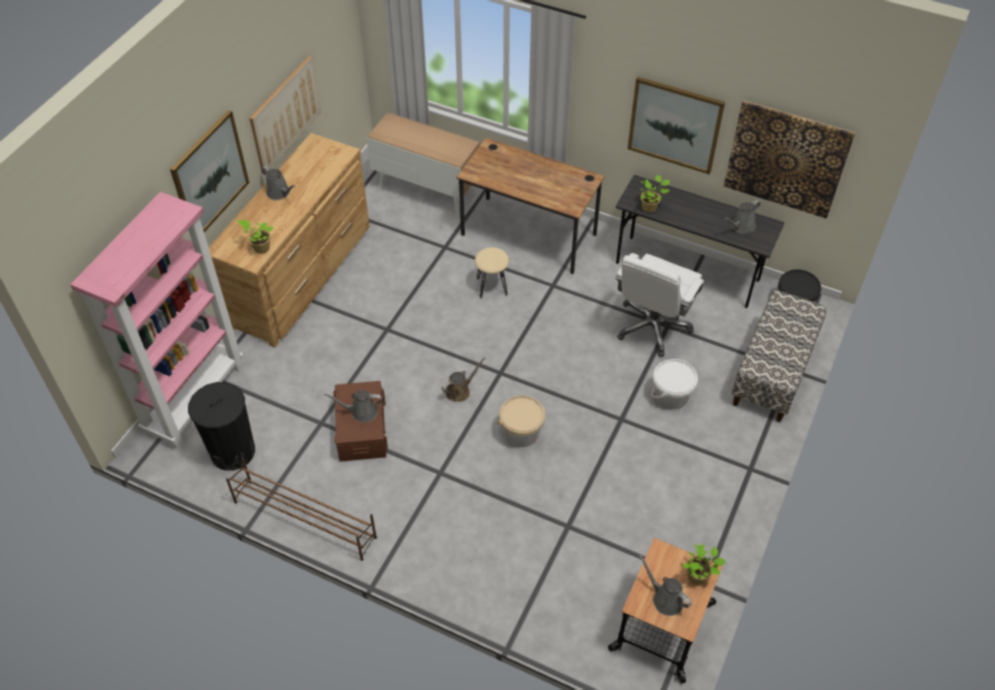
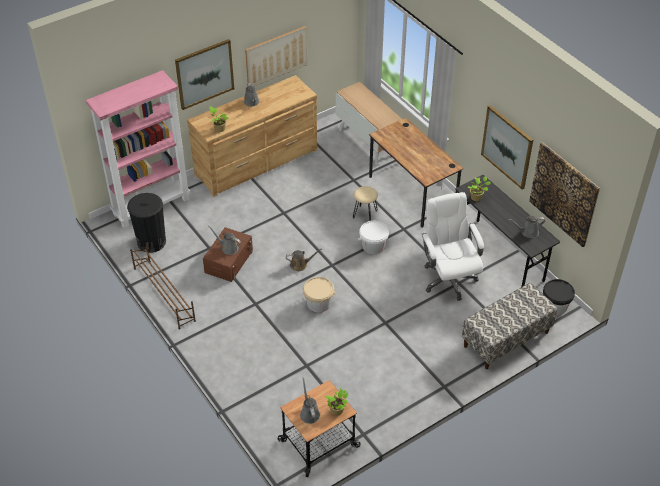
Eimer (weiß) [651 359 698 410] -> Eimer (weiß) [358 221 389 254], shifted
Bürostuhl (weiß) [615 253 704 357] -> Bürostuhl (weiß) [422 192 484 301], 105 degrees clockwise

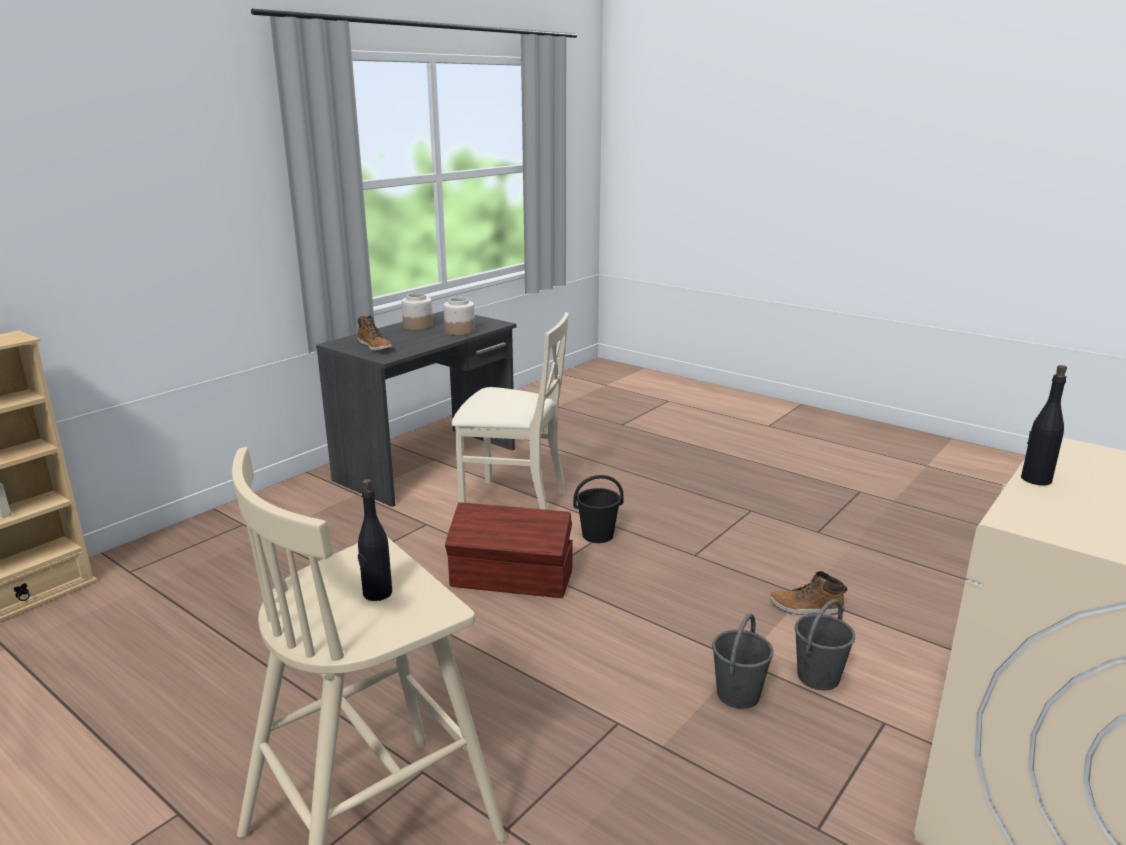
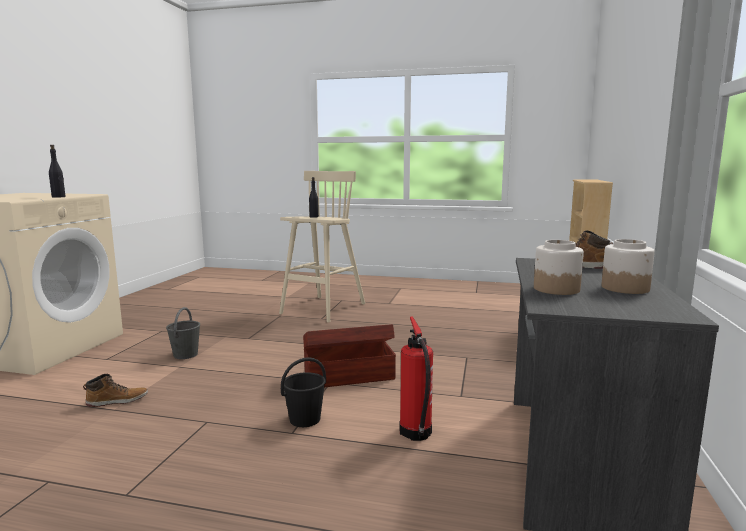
Stuhl (beige) [451 312 569 510] -> Feuerlöscher [400 316 433 441]
Eimer (grau) [795 599 855 690] -> none

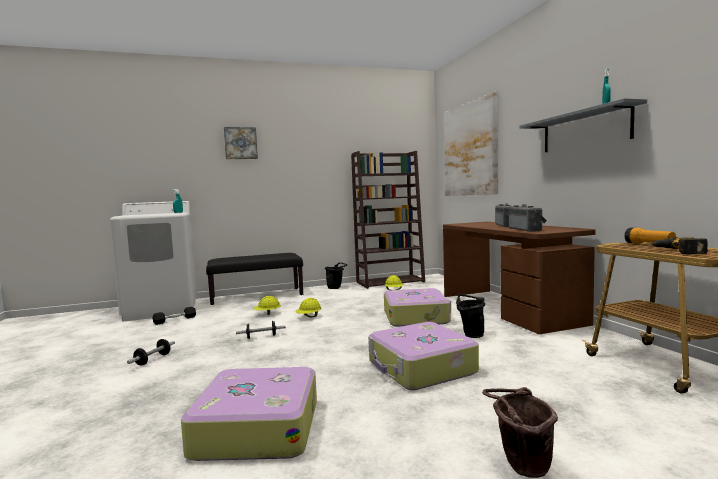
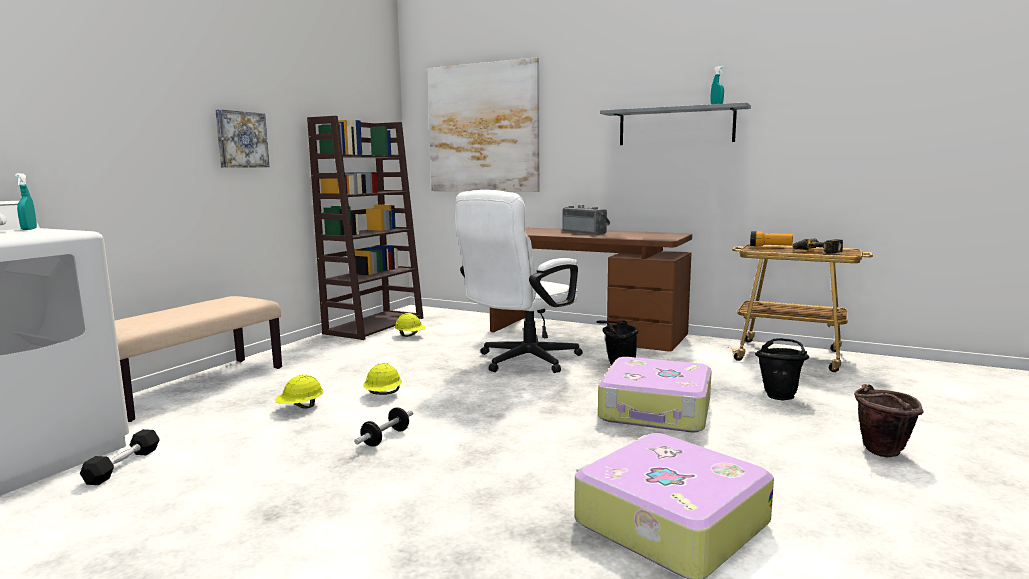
Bank (schwarz) [206 253 303 305] -> Bank (beige) [115 296 282 422]
Bild [224 127 258 159] -> Bild [215 109 269 168], shifted
Koffer [384 288 451 327] -> Bürostuhl (weiß) [455 190 583 373]
Eimer (schwarz) [325 263 347 289] -> Eimer (schwarz) [755 338 809 400], shifted
Hantel [127 339 175 365] -> none
Radio [509 204 547 232] -> none

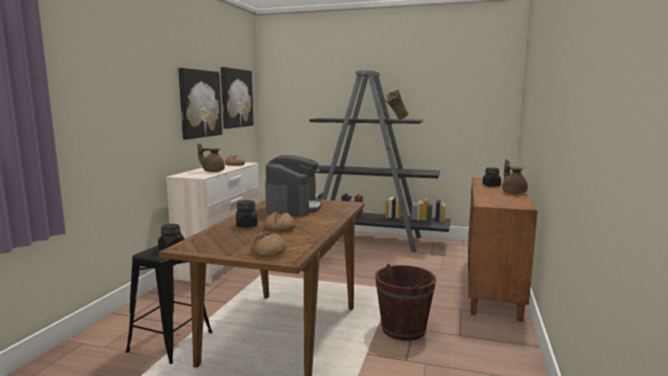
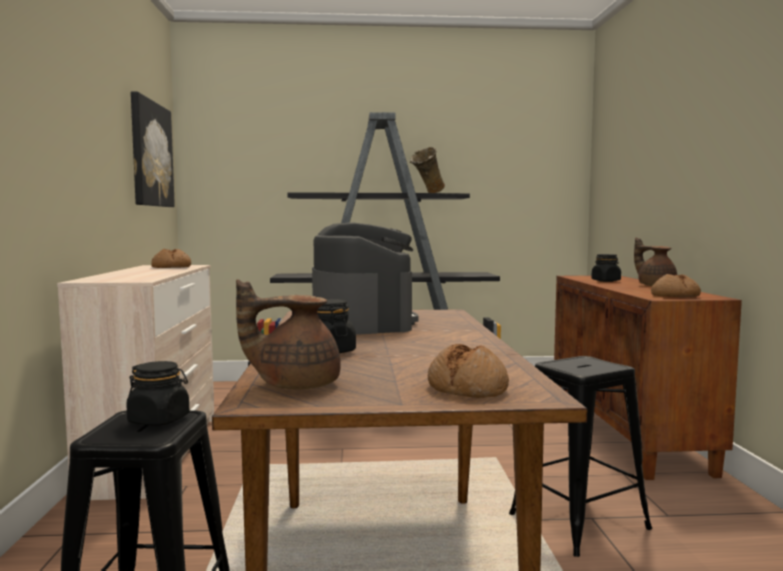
Teekanne (braun) [197 143 225 172] -> Teekanne (braun) [236 279 341 389], shifted
Eimer (braun) [375 264 436 341] -> Hocker (schwarz) [509 356 652 557]
Brot [264 212 295 232] -> Brot [651 274 701 297], shifted
Bild [178 68 222 140] -> none

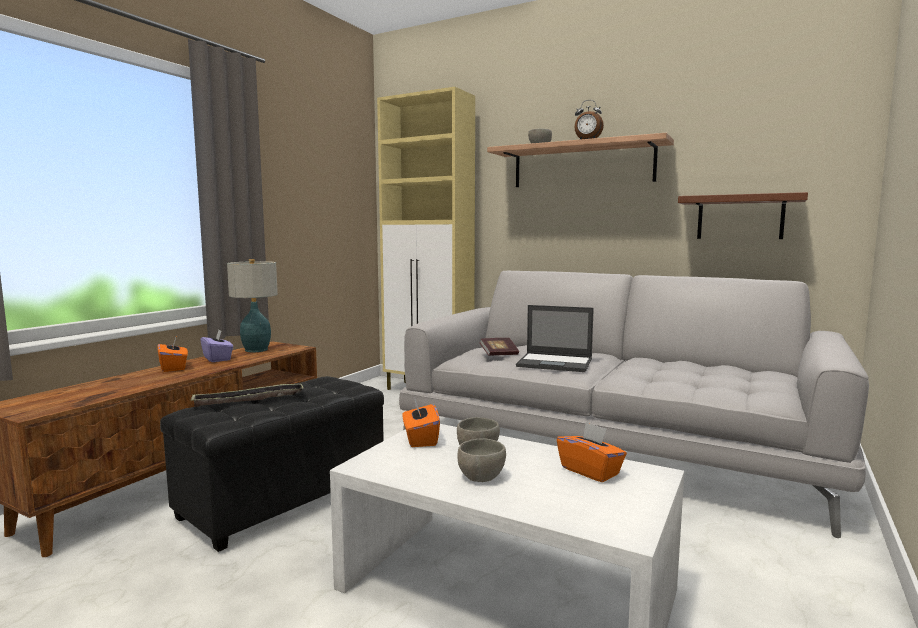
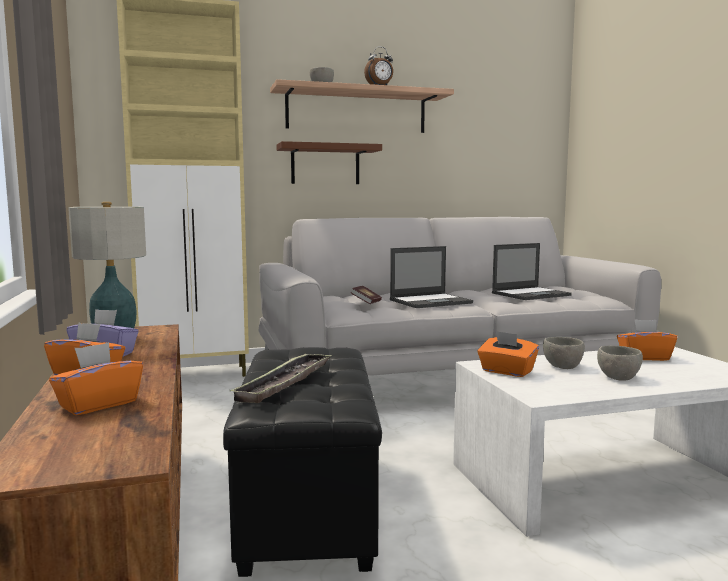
none -> Taschentuchbox (orange) [49 342 143 415]
Wandregal (braun) [678 192 808 239] -> Wandregal (braun) [276 141 382 184], shifted
none -> Laptop [492 243 572 300]

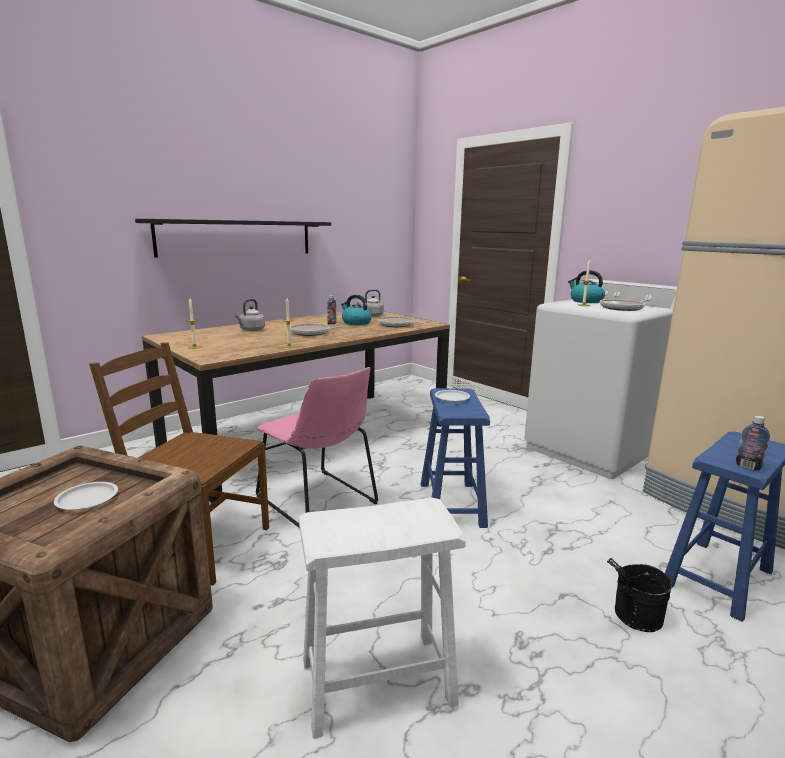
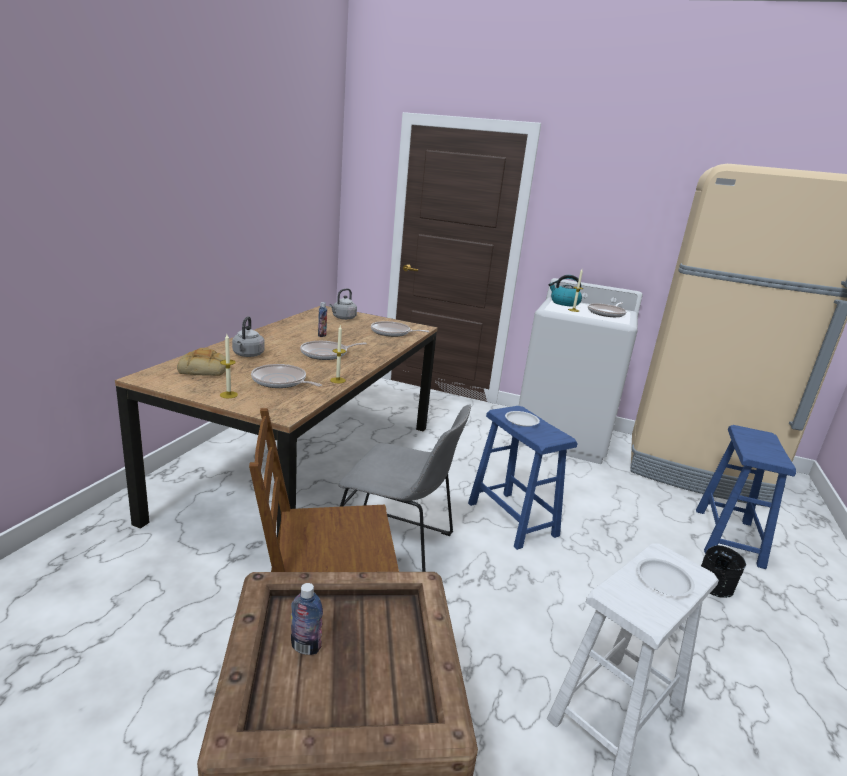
none -> Brot [177 348 226 376]
none -> Pfanne [251 364 322 388]
Flasche [736 416 770 471] -> Flasche [291 583 323 655], shifted
Stuhl (rosa) [255 367 378 527] -> Stuhl (grau) [338 404 471 572]
Teller (weiß) [54 482 118 510] -> Teller (weiß) [637 558 695 596], shifted
Wandregal (schwarz) [135 219 331 258] -> none
Wasserkessel [341 295 372 325] -> none

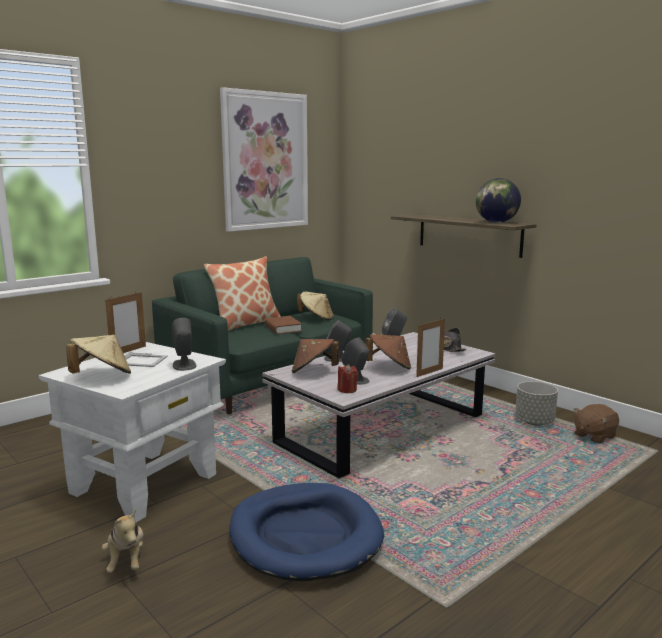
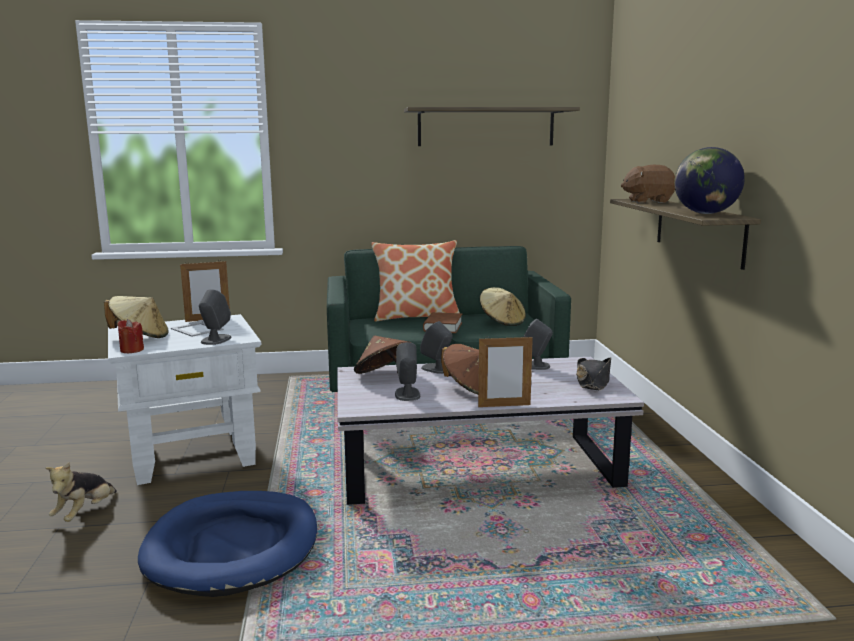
Kerze (rot) [338 364 358 393] -> Kerze (rot) [117 319 144 353], shifted
Bild [220 87 308 232] -> Wandregal [404 107 580 146]
Plüschtier (braun) [573 404 619 444] -> Plüschtier (braun) [621 165 675 203], shifted
Pflanzkübel (grau) [515 381 558 425] -> none

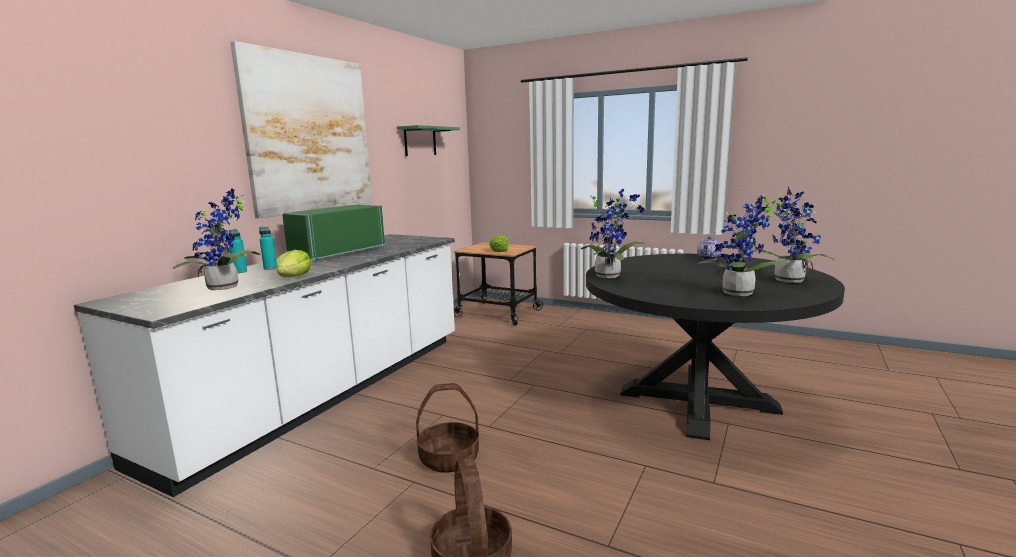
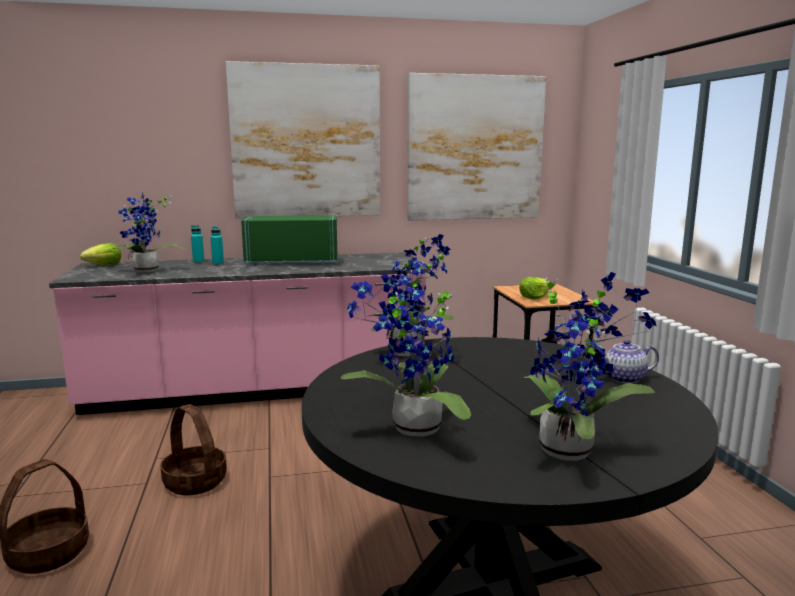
Küchenzeile (weiß) [74 234 455 497] -> Küchenzeile (rosa) [49 252 428 415]
Salatkopf [277 250 312 277] -> Salatkopf [80 243 121 265], shifted
Wandregal (grün) [397 125 460 156] -> Bild [408 73 546 220]

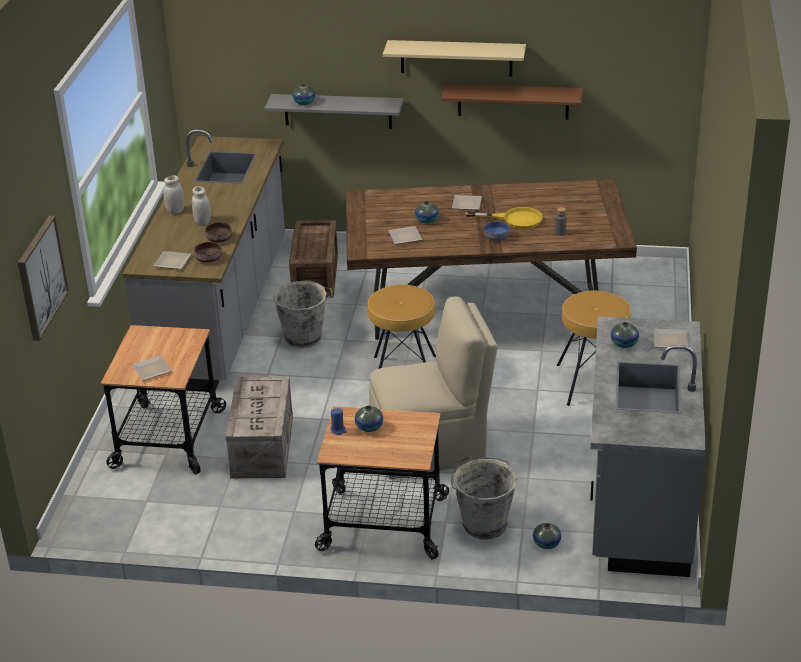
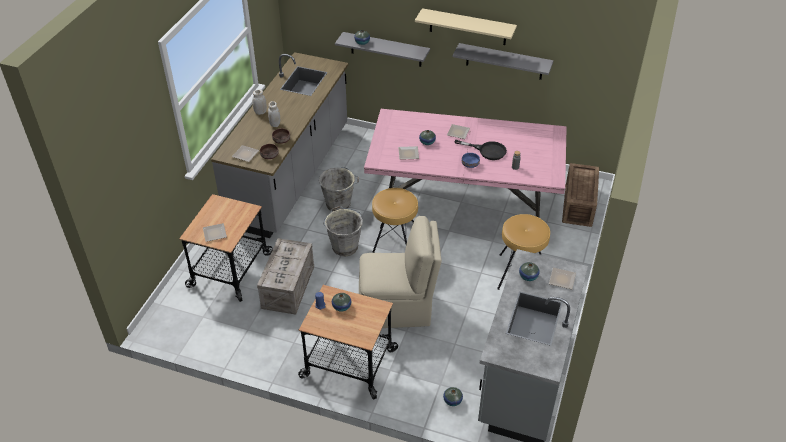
Eimer (grau) [451 456 517 540] -> Eimer (grau) [323 206 363 256], shifted
Esstisch (braun) [346 179 637 340] -> Esstisch (rosa) [364 109 567 218]
Wandregal (braun) [441 84 583 120] -> Wandregal (grau) [453 43 553 80]
Pfanne (gelb) [466 207 543 229] -> Pfanne (schwarz) [455 140 507 160]
Kiste [289 220 338 298] -> Kiste [562 163 599 227], shifted
Bild [18 216 69 341] -> none

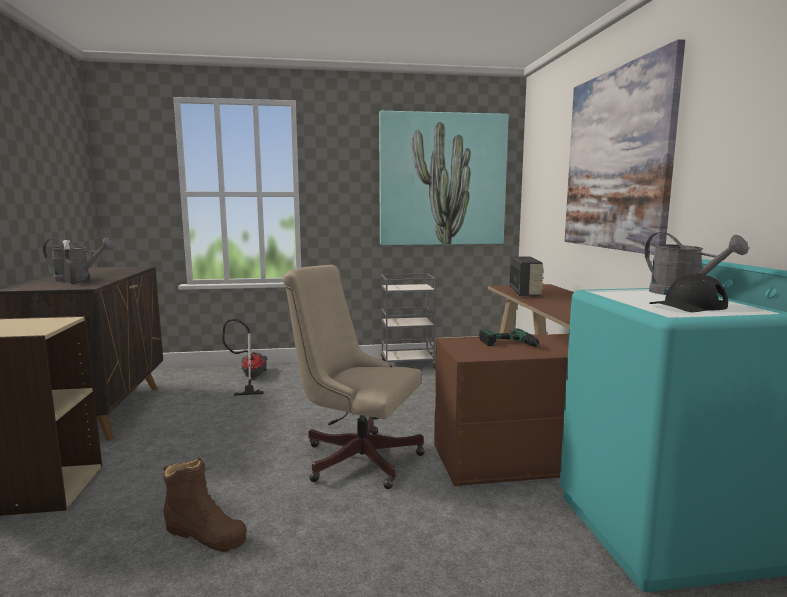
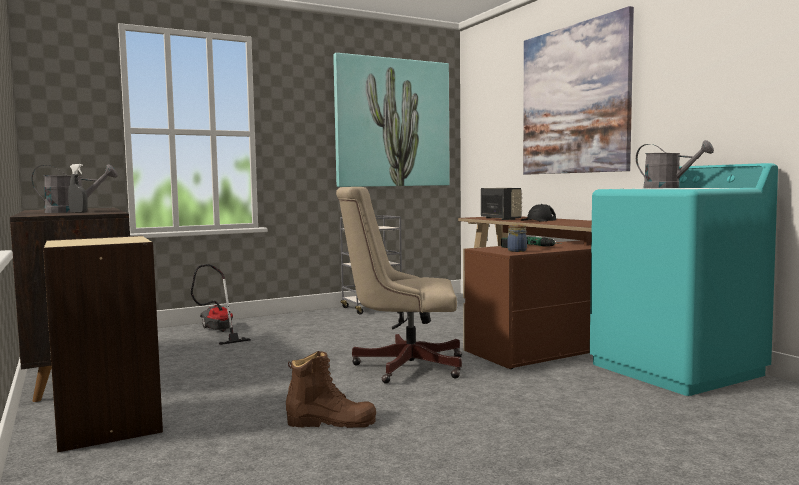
none -> Vorratsglas [507 224 527 252]
Kappe (schwarz) [649 274 728 312] -> Kappe (schwarz) [521 204 556 222], shifted

